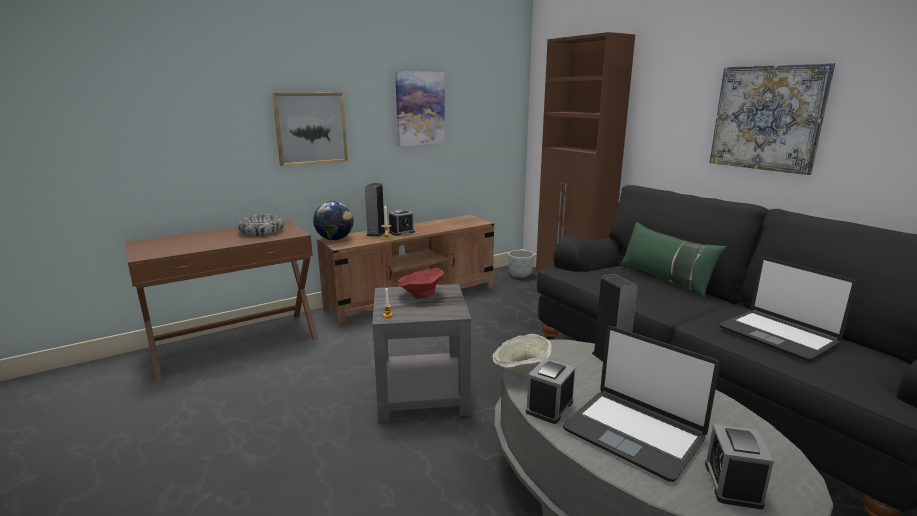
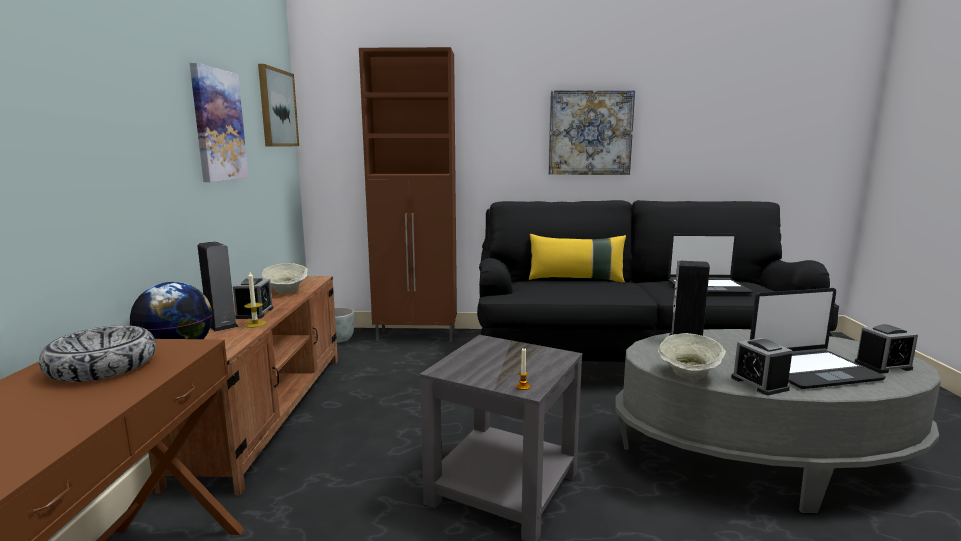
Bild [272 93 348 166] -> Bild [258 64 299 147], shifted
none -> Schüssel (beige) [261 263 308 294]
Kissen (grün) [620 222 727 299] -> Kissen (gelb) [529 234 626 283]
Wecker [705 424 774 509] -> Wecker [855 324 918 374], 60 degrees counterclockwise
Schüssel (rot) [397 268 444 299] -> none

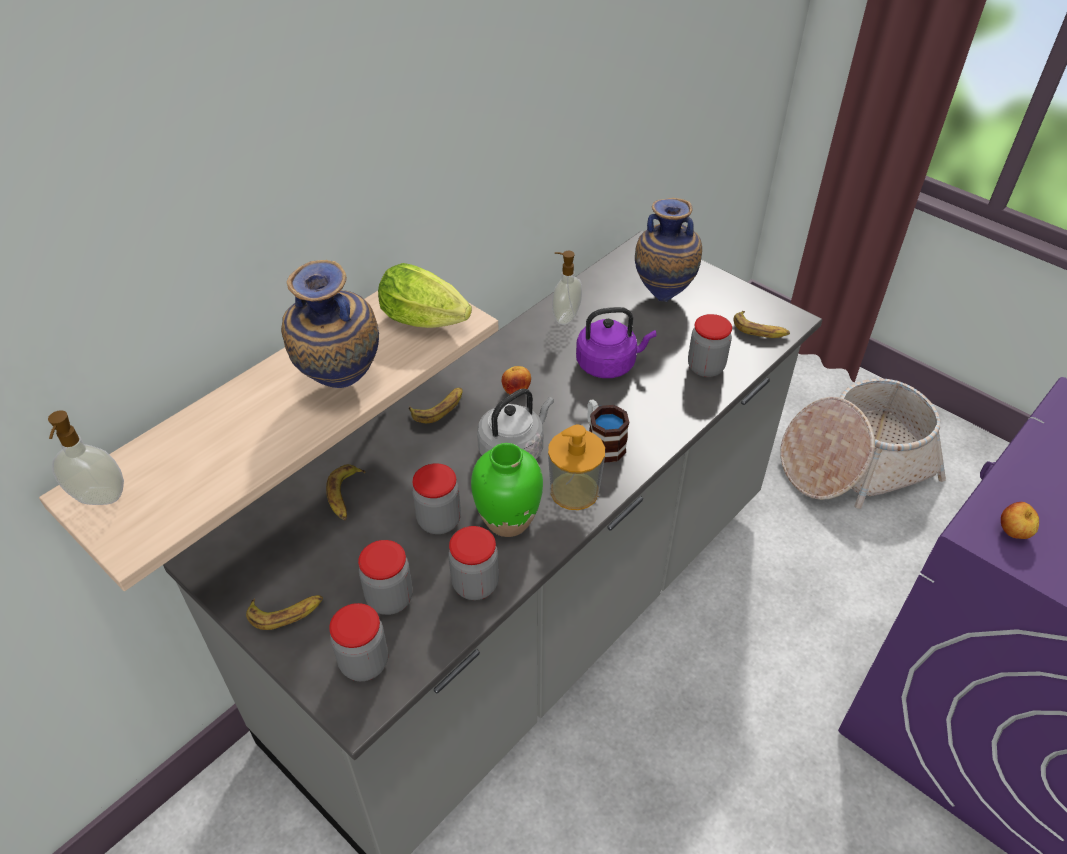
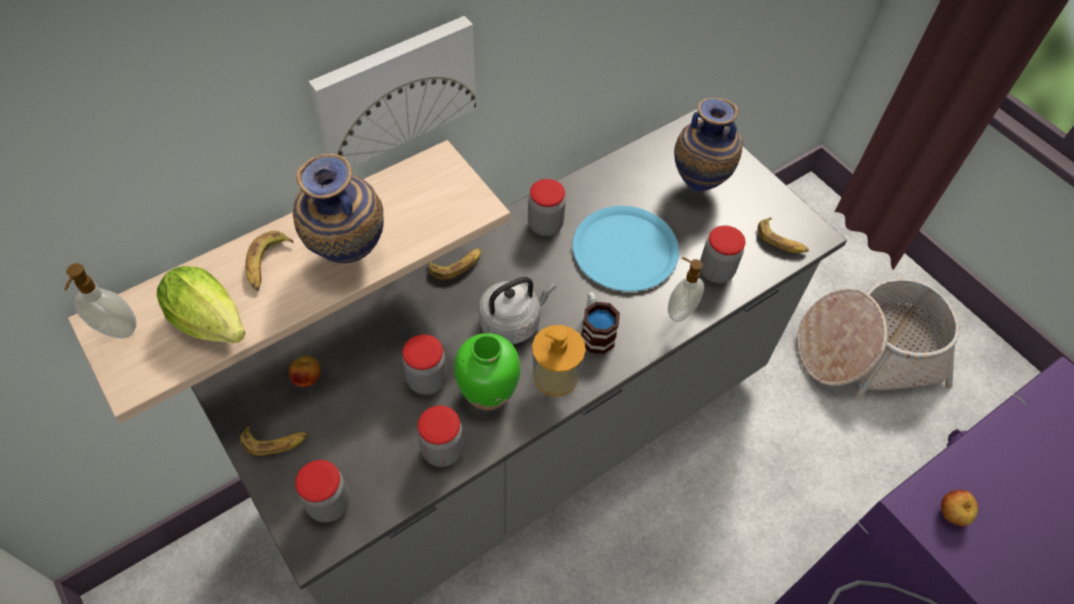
Salatkopf [378 263 472 328] -> Salatkopf [157 266 246 343], shifted
Banane [326 464 366 520] -> Banane [246 231 294 291], shifted
Apfel [501 366 531 394] -> Apfel [289 356 321 387], shifted
none -> Bild [309 16 476 168]
Vorratsglas [358 540 413 615] -> Vorratsglas [528 179 566 236], shifted
Wasserkessel (lila) [576 307 656 378] -> Teller (blau) [572 206 679 291]
Seifenspender [552 251 582 325] -> Seifenspender [668 257 704 322], shifted

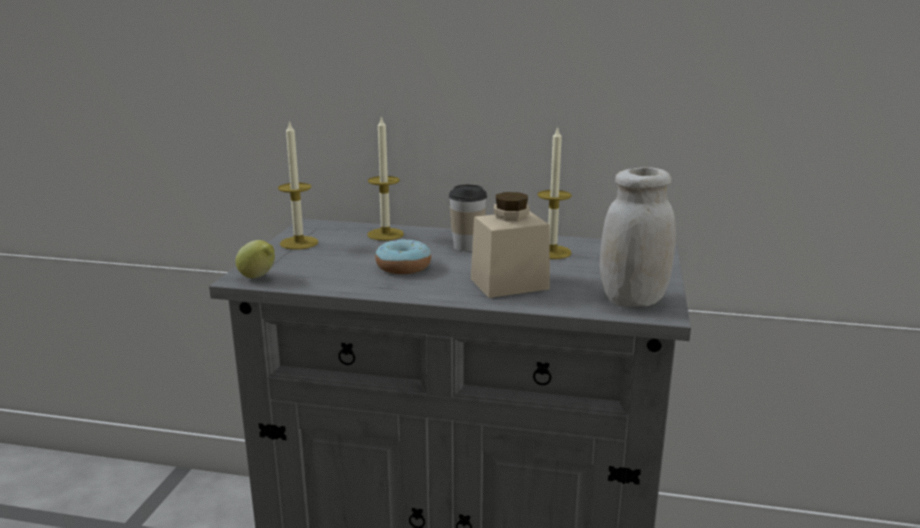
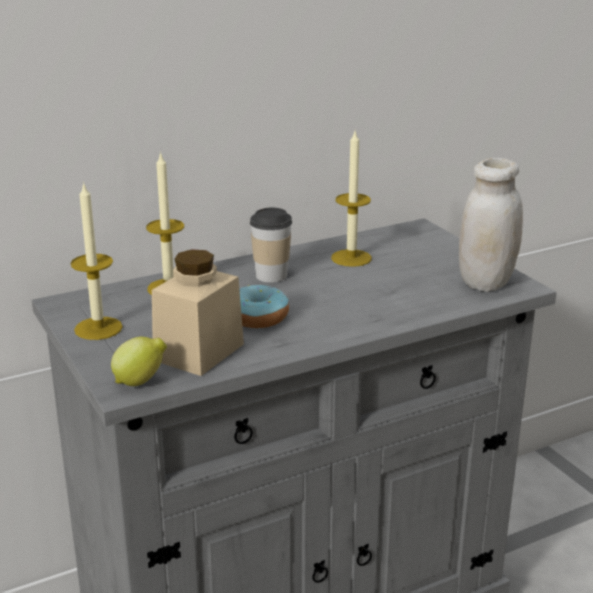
Vorratsglas (beige) [471 192 550 298] -> Vorratsglas (beige) [152 249 244 376], shifted

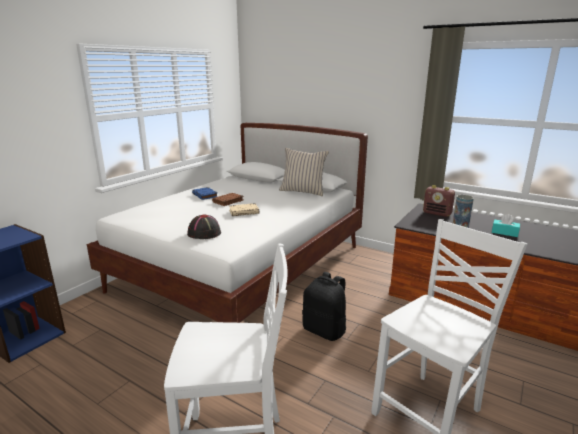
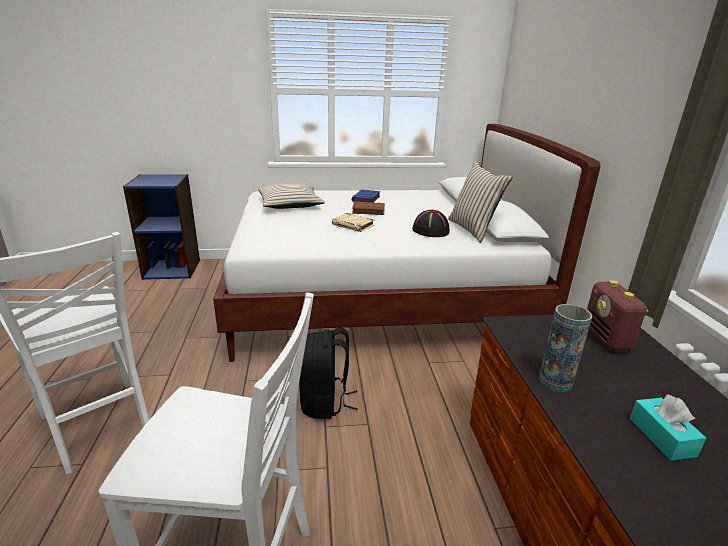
none -> Kissen (beige) [258 183 325 209]
Hut (schwarz) [187 214 221 239] -> Hut (schwarz) [412 209 450 237], shifted

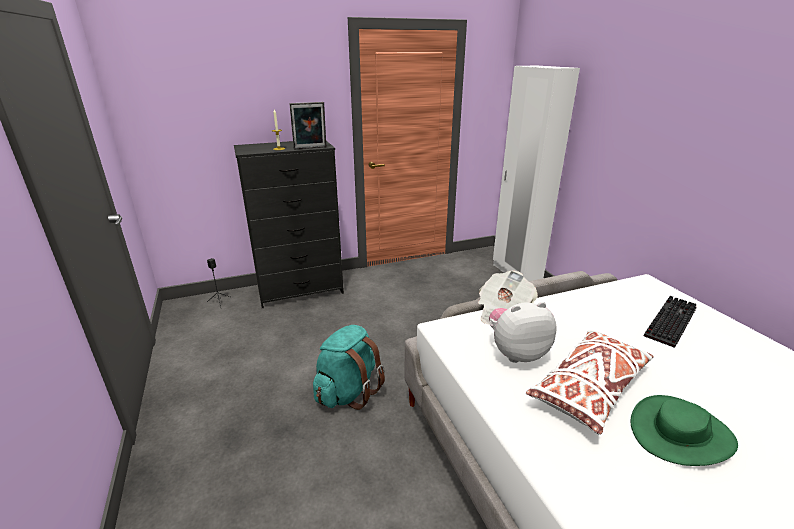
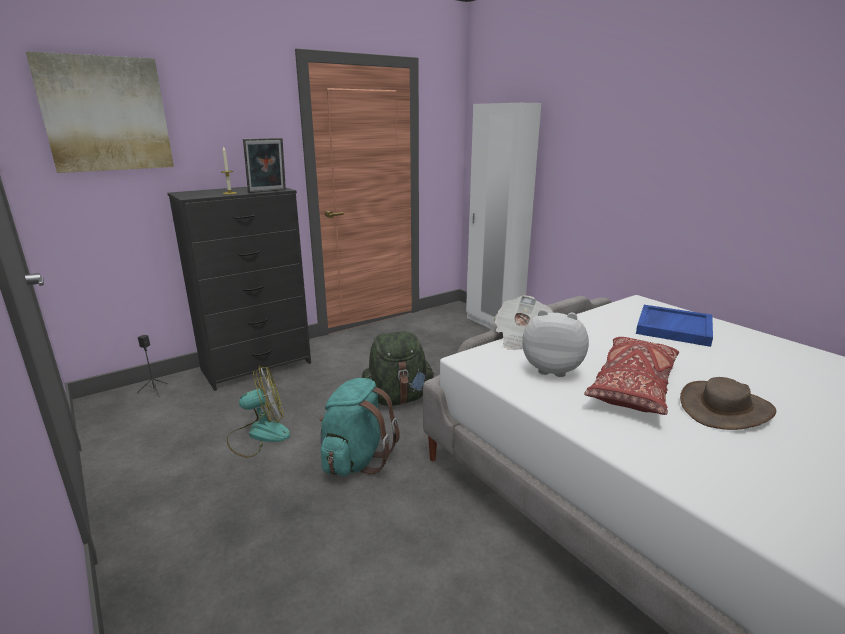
none -> Bild [26 51 174 173]
none -> Ventilator [226 366 290 458]
none -> Rucksack (grün) [362 331 435 406]
Plüschtier [489 302 557 363] -> Plüschtier [522 310 589 377], 45 degrees clockwise
Kissen (weiß) [526 330 654 435] -> Kissen (rot) [584 337 679 415]
Tastatur [644 296 697 348] -> Tablett (blau) [636 305 713 347]
Hut (grün) [630 395 738 466] -> Hut (braun) [680 377 776 430]

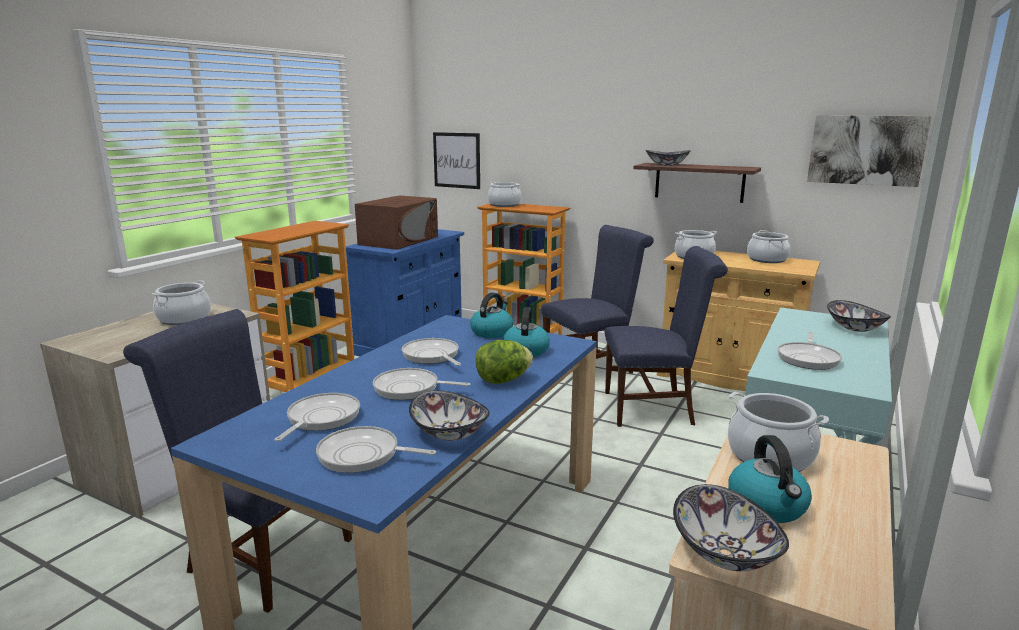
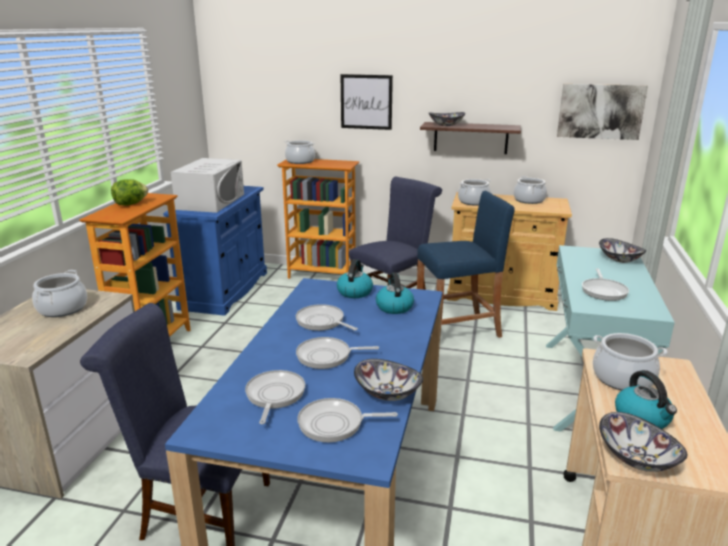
Salatkopf [475 340 533 384] -> Salatkopf [111 179 148 205], shifted
Mikrowelle (braun) [355 195 438 250] -> Mikrowelle (weiß) [170 158 244 213]
Bild [433 132 480 189] -> Bild [341 74 393 130], shifted
Stuhl (blau) [605 246 728 427] -> Hocker (blau) [417 190 515 338]

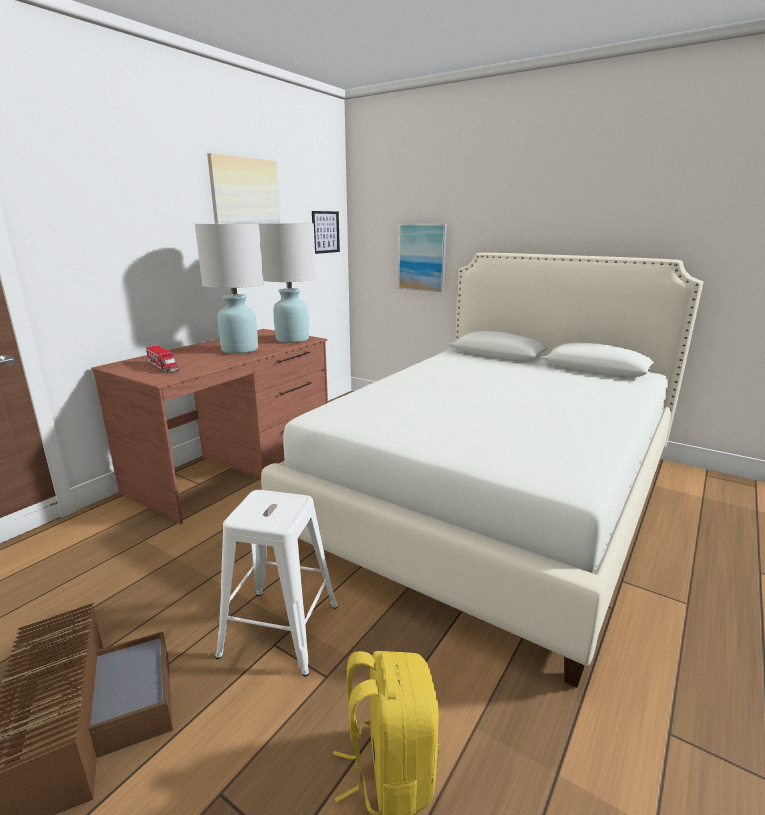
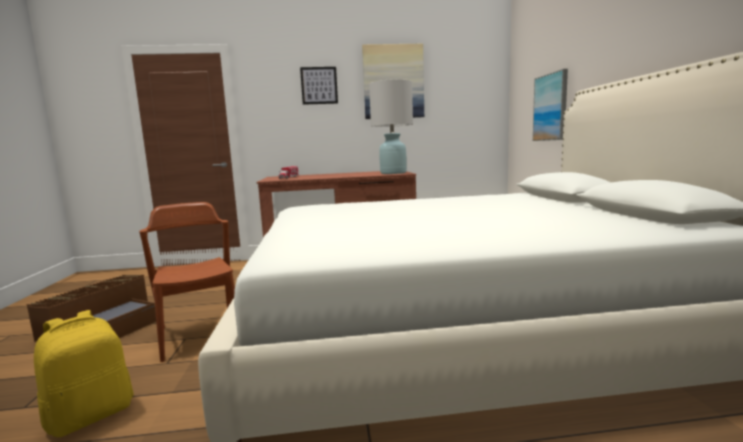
Hocker (weiß) [215 490 338 677] -> Stuhl (braun) [139 202 235 362]
Bild [312 211 340 254] -> Bild [300 67 338 105], shifted
Tischlampe (weiß) [195 223 264 354] -> none

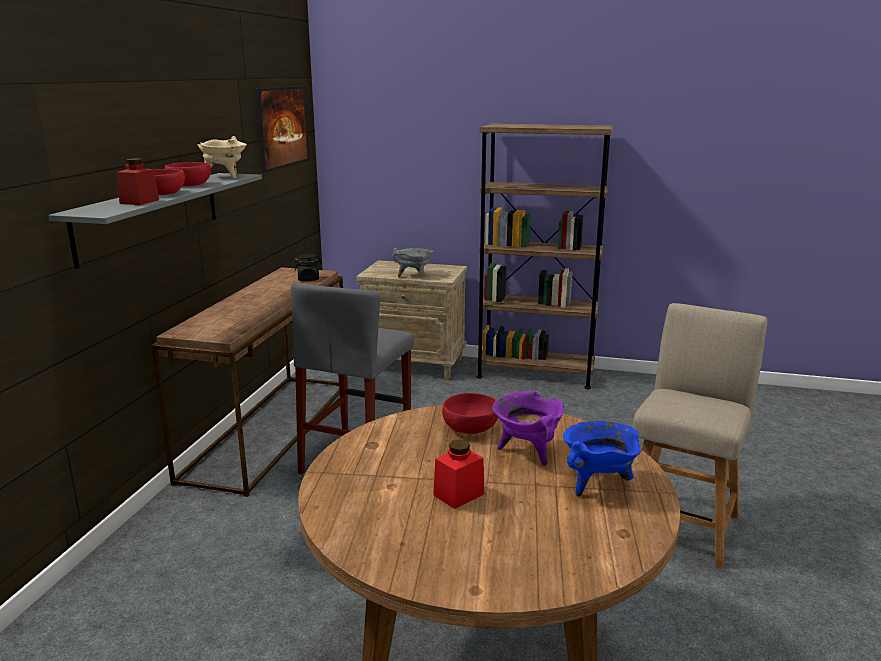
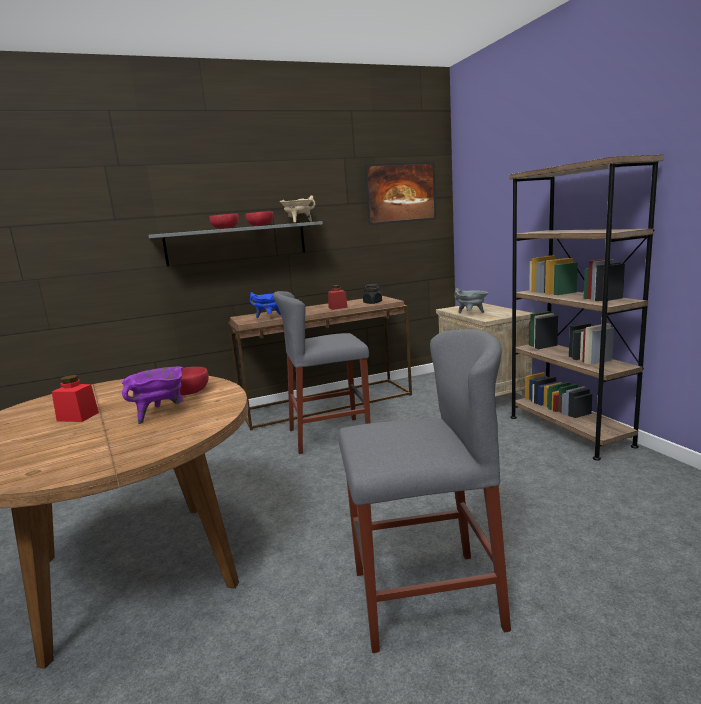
Kochtopf (blau) [563 421 642 497] -> Kochtopf (blau) [250 292 281 318], shifted
Vorratsglas (rot) [117 158 159 205] -> Vorratsglas (rot) [328 285 348 310], shifted
Stuhl (beige) [632 303 767 568] -> Hocker (grau) [338 329 511 653]

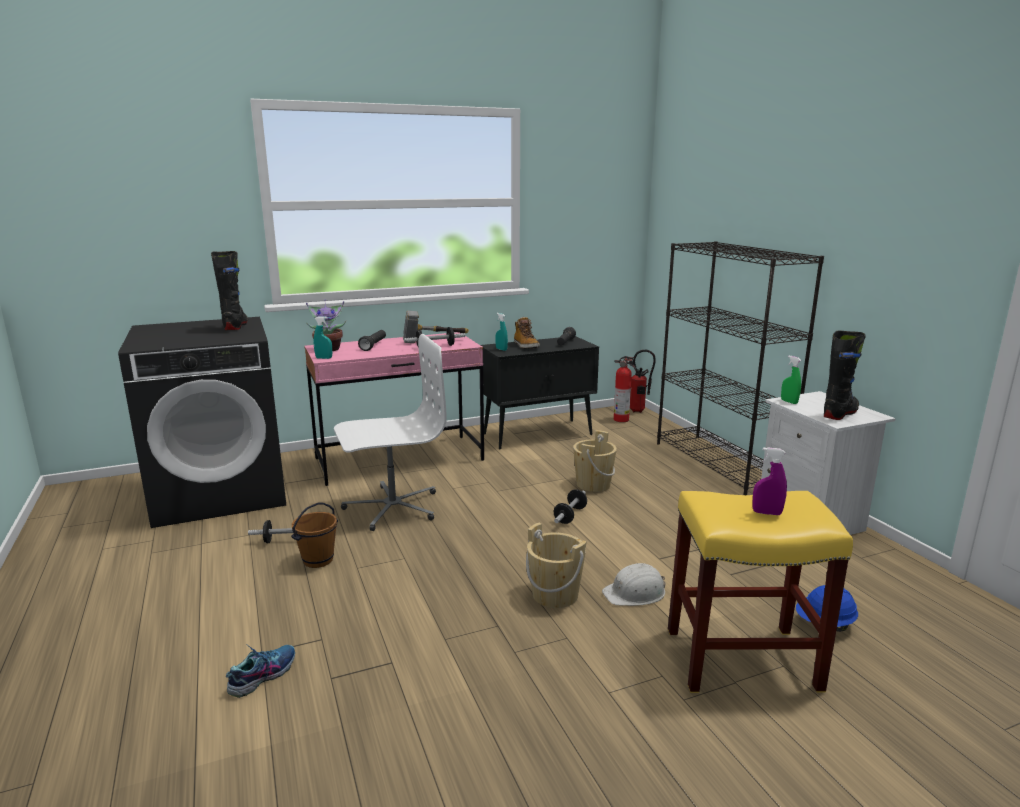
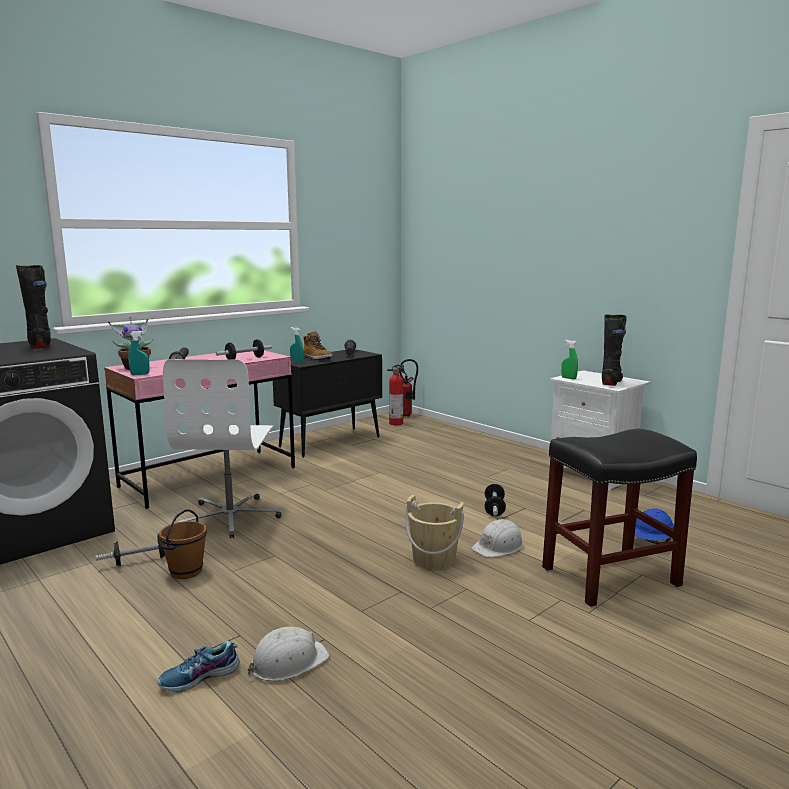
Schuh [226 645 295 698] -> Schuh [158 641 240 693], 135 degrees counterclockwise
Bürostuhl (weiß) [334 334 447 531] -> Bürostuhl (weiß) [163 359 282 538], 135 degrees clockwise
none -> Schutzhelm (weiß) [248 627 330 681]
Hantel [554 489 587 524] -> Hantel [485 484 506 516], shifted
Hocker (gelb) [668 491 853 693] -> Hocker (schwarz) [542 429 697 607]
Hammer [403 311 469 343] -> none
Eimer (beige) [573 430 617 492] -> none
Bücherregal (schwarz) [657 241 824 495] -> none
Sprühflasche (lila) [752 447 787 515] -> none

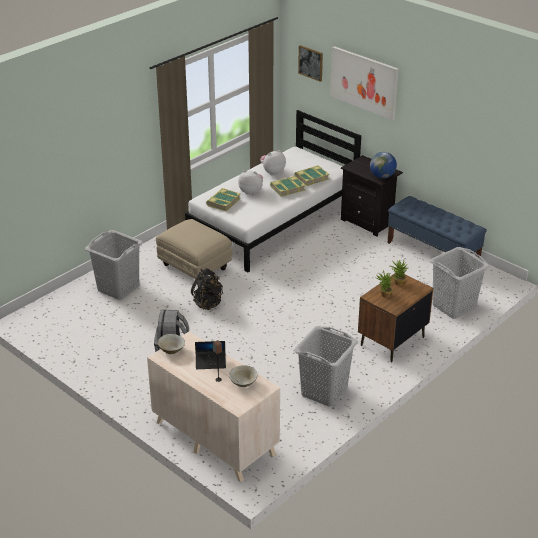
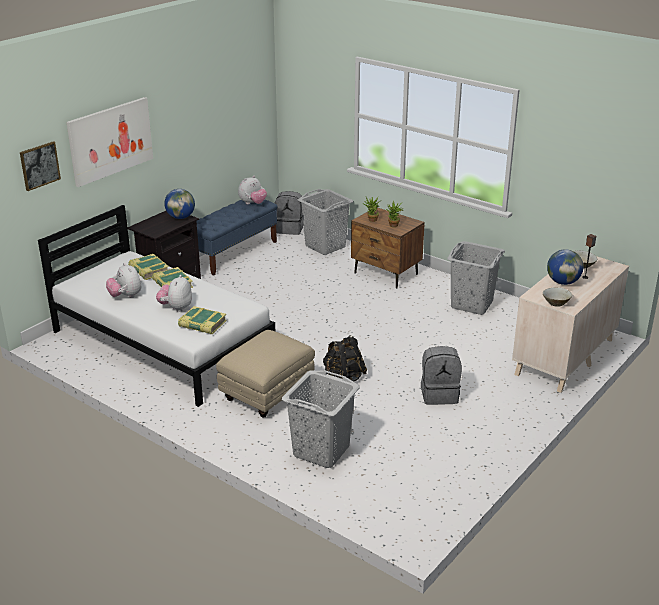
none -> Plüschtier [238 176 267 204]
none -> Rucksack (grau) [275 191 304 235]
Laptop [195 341 226 369] -> Globus [547 249 583 285]

